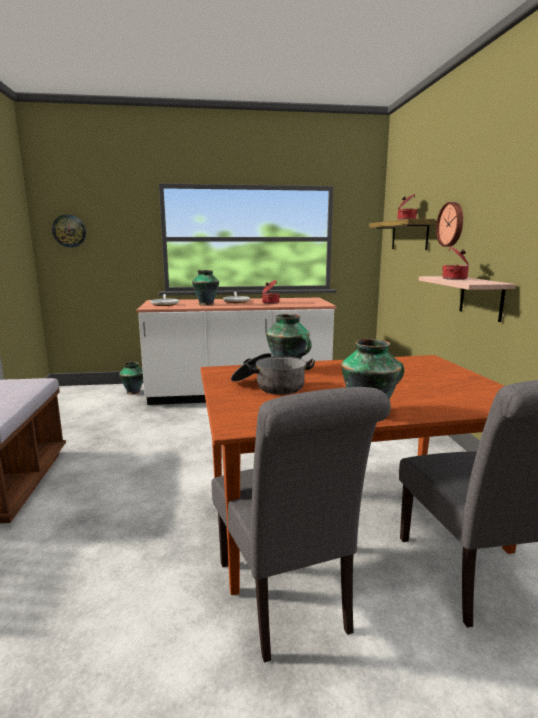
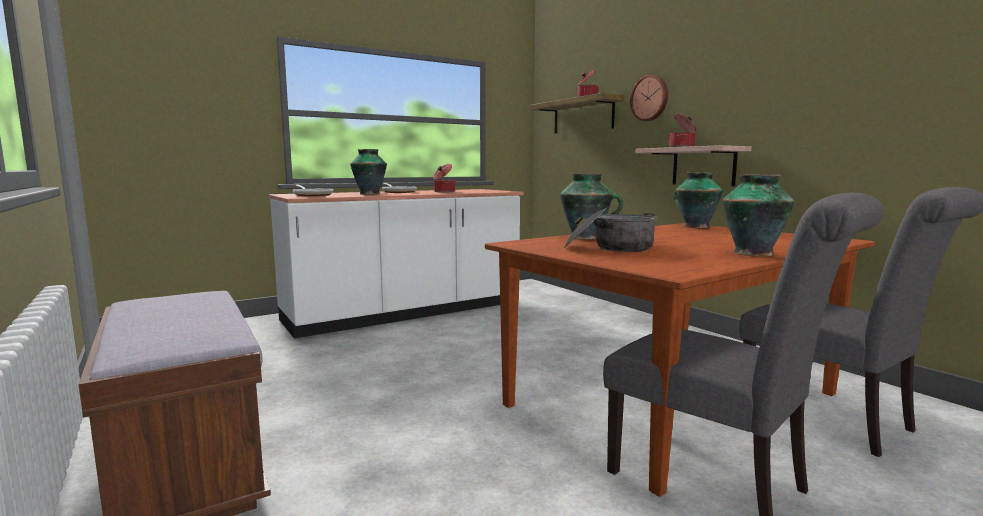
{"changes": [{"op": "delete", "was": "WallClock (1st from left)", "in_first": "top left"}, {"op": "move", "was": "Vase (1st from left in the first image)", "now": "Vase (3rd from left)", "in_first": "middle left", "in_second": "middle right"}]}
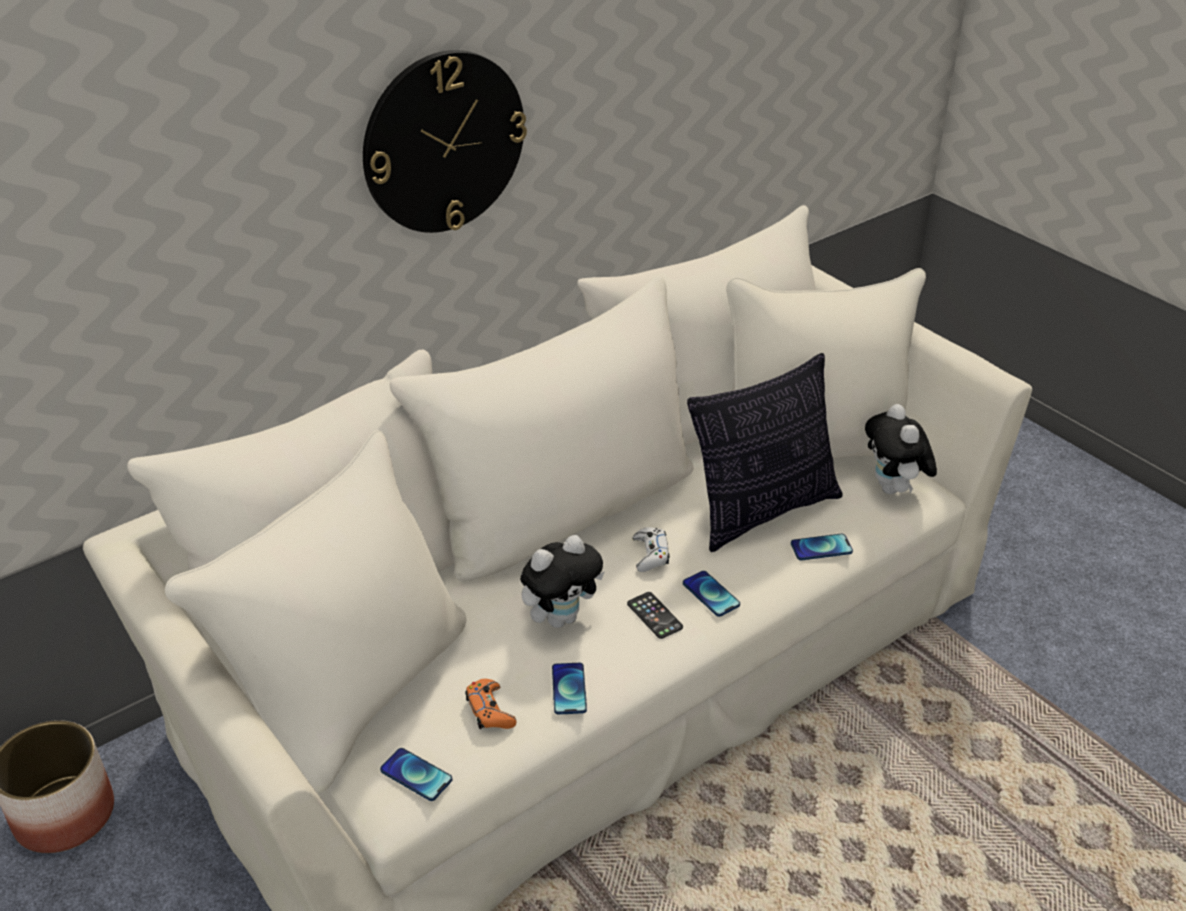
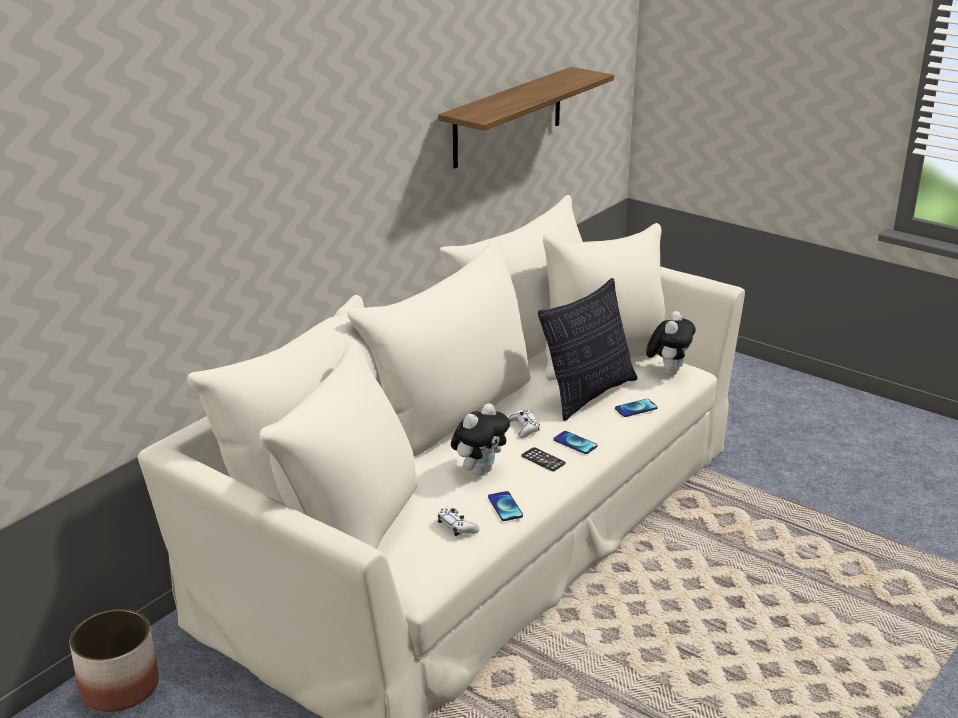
{"changes": [{"op": "delete", "was": "WallClock", "in_first": "top centre"}, {"op": "delete", "was": "Phone (1st from left)", "in_first": "bottom centre"}, {"op": "recolor", "was": "OrangeGameController", "now": "WhiteGameController (1st from left)", "in_first": "bottom centre", "in_second": "bottom centre"}, {"op": "rotate", "was": "PlushToy (2nd from left)", "in_first": "middle right", "in_second": "middle right", "clockwise": -135}, {"op": "insert", "now": "Shelf", "in_second": "top centre"}]}
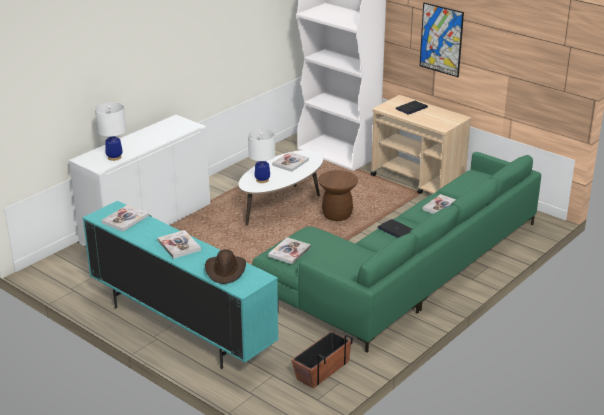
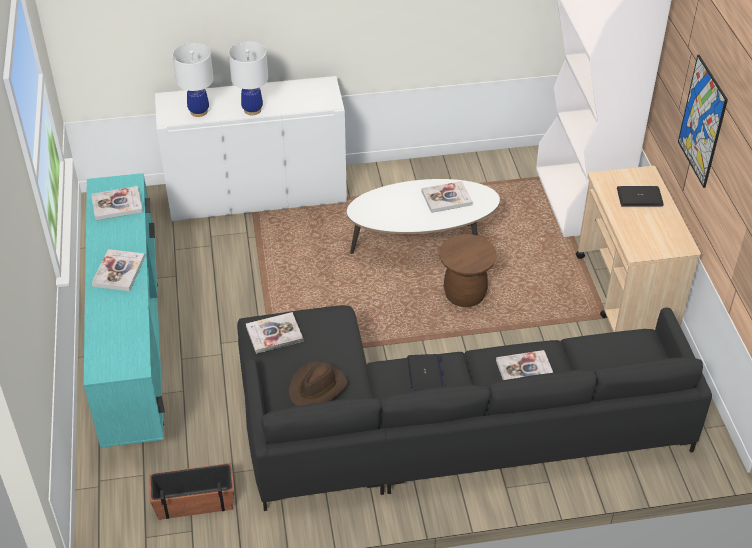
{"changes": [{"op": "move", "was": "BrownHat", "in_first": "centre", "in_second": "bottom centre"}, {"op": "move", "was": "WhiteTableLamp (2nd from left)", "in_first": "centre", "in_second": "top left"}, {"op": "recolor", "was": "GreenSofa", "now": "BlackSofa", "in_first": "centre", "in_second": "bottom centre"}]}
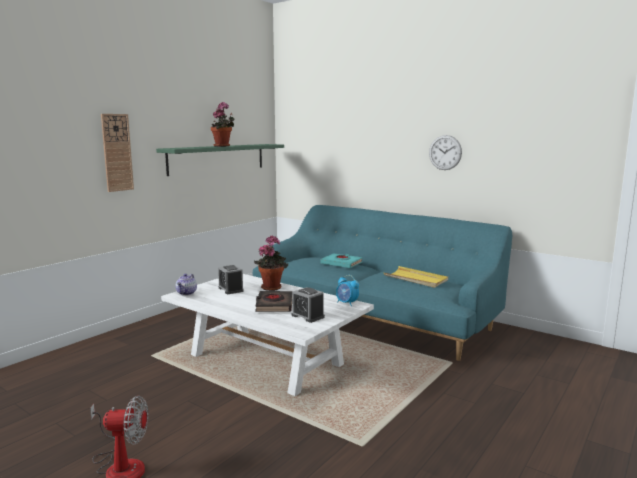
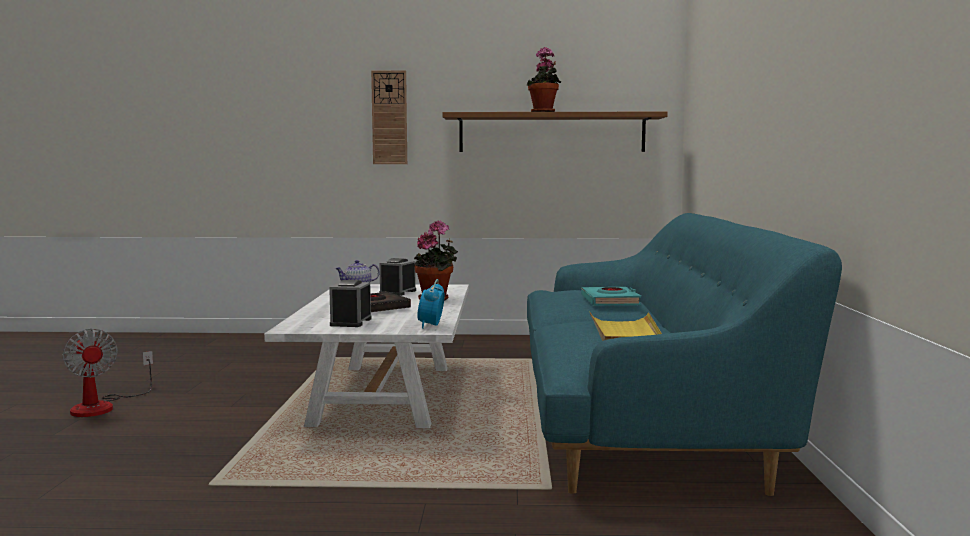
{"changes": [{"op": "recolor", "was": "GreenShelf", "now": "BrownShelf", "in_first": "centre", "in_second": "top centre"}, {"op": "delete", "was": "WallClock (2nd from left)", "in_first": "top right"}]}
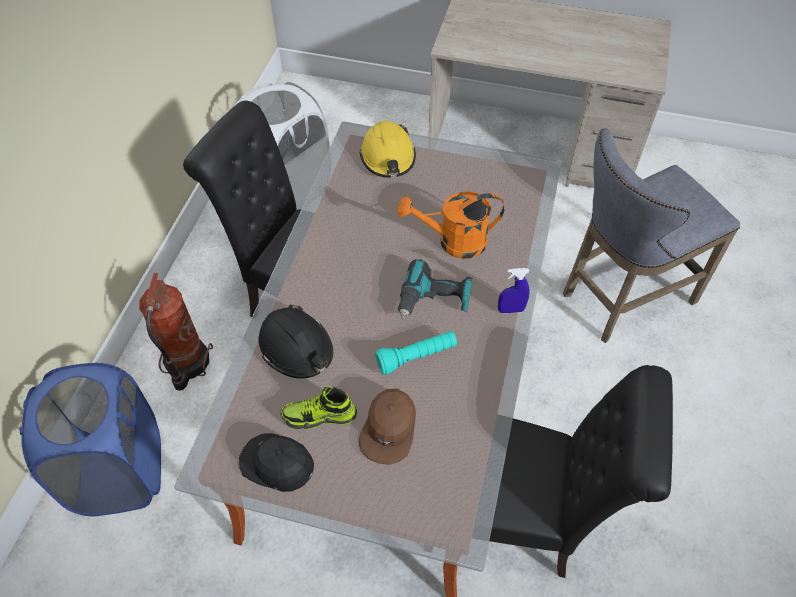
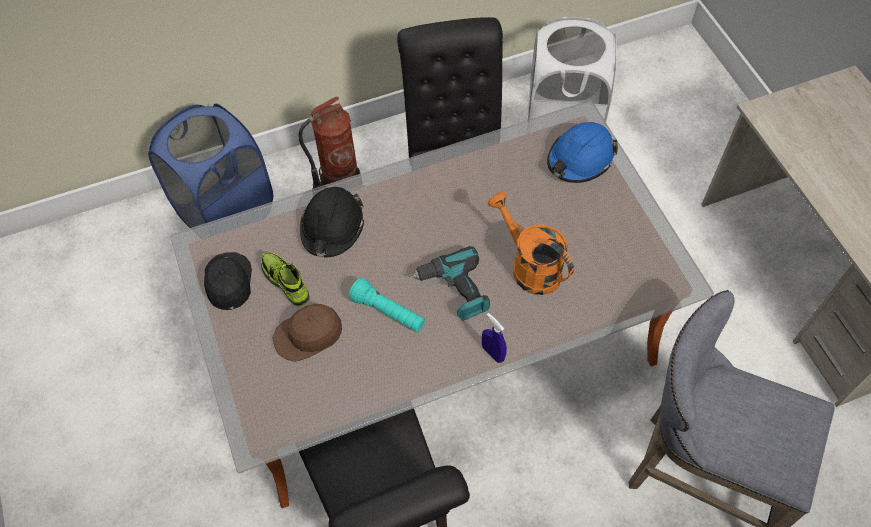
{"changes": [{"op": "recolor", "was": "YellowHardHat", "now": "BlueHardHat", "in_first": "top centre", "in_second": "top right"}]}
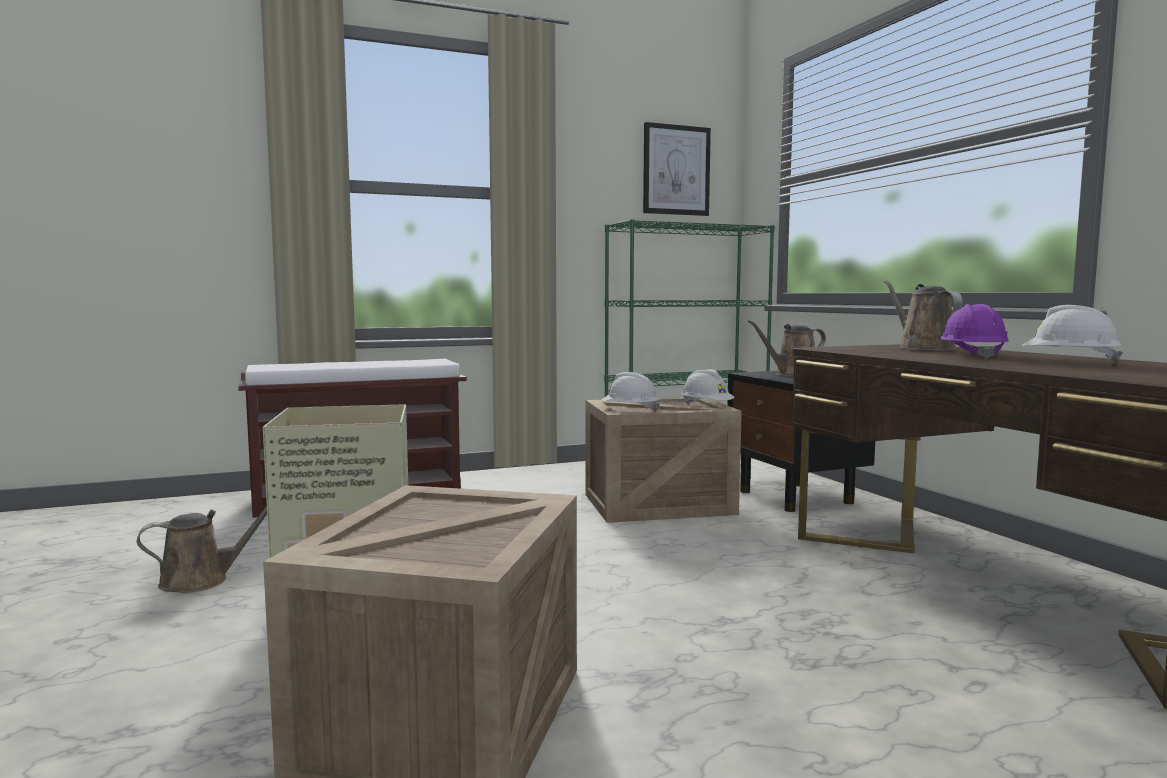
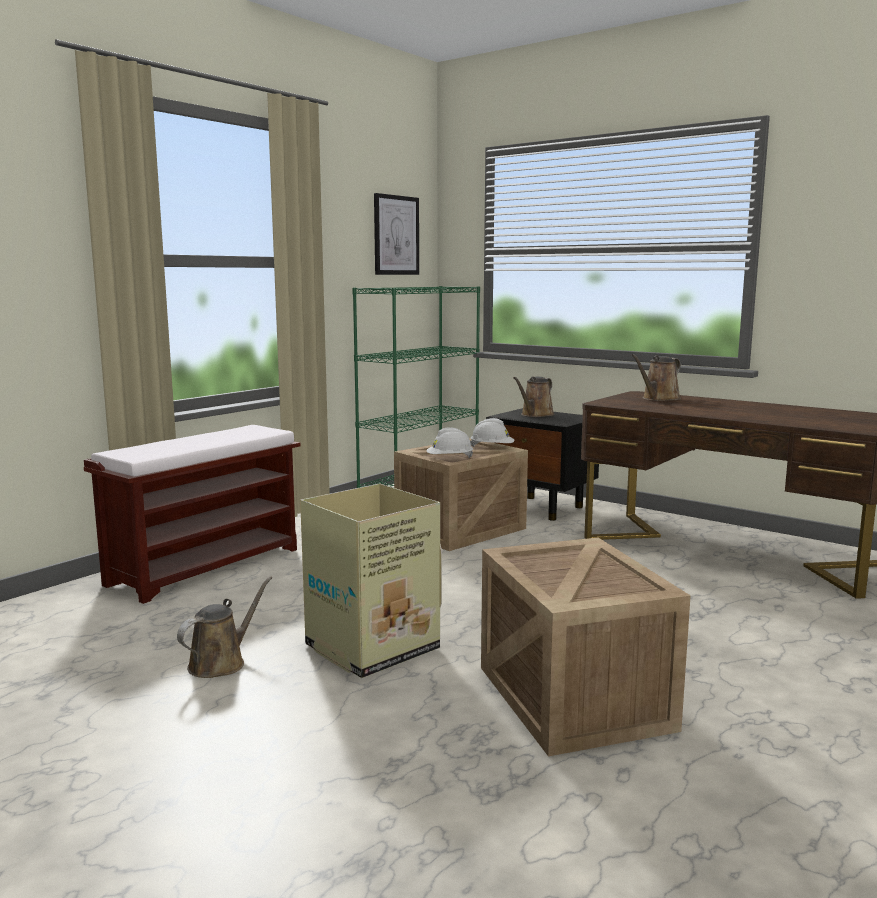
{"changes": [{"op": "rotate", "was": "BrownWateringCan (3rd from left)", "in_first": "middle right", "in_second": "middle right", "clockwise": -90}, {"op": "delete", "was": "PurpleHardHat", "in_first": "middle right"}, {"op": "delete", "was": "WhiteHardHat (3rd from left)", "in_first": "middle right"}]}
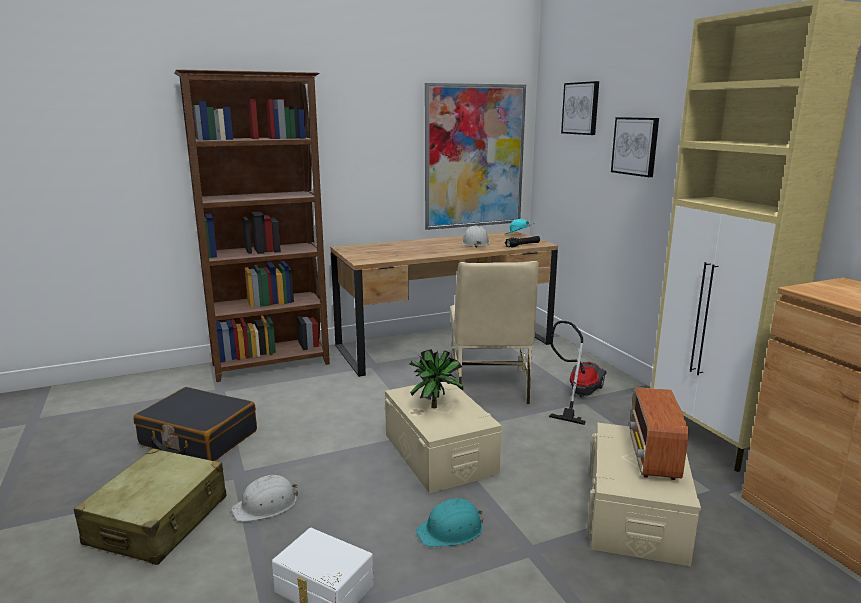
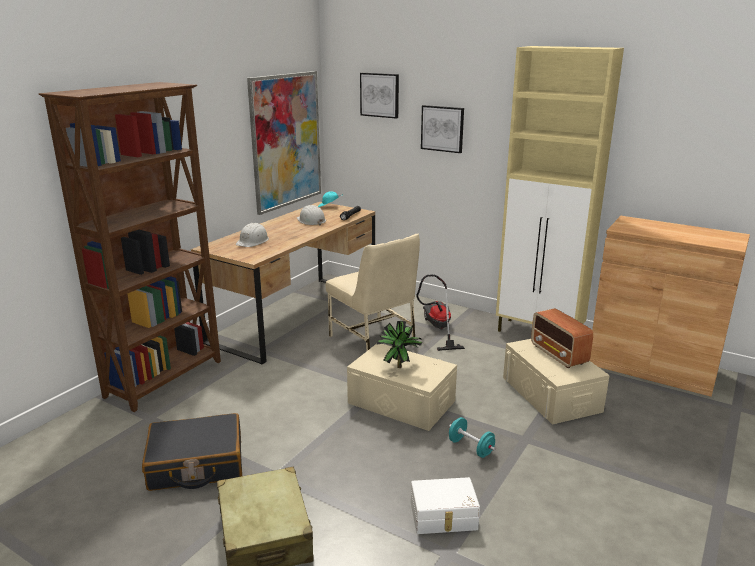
{"changes": [{"op": "move", "was": "WhiteHardHat (1st from left)", "in_first": "bottom left", "in_second": "centre"}, {"op": "replace", "was": "TurquoiseHardHat", "now": "TurquoiseDumbbell", "in_first": "bottom centre", "in_second": "bottom centre"}]}
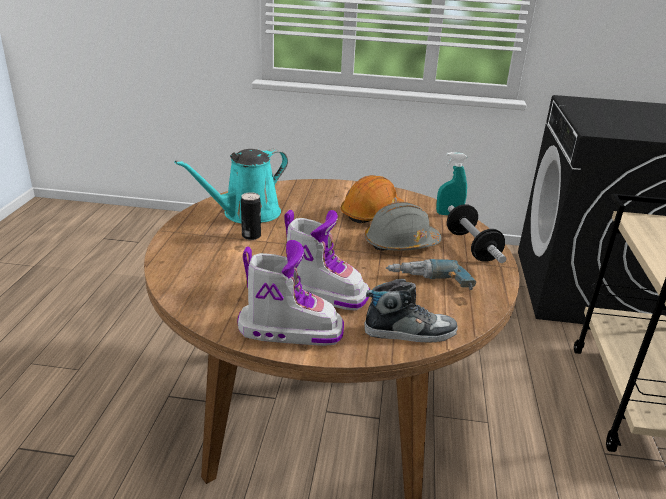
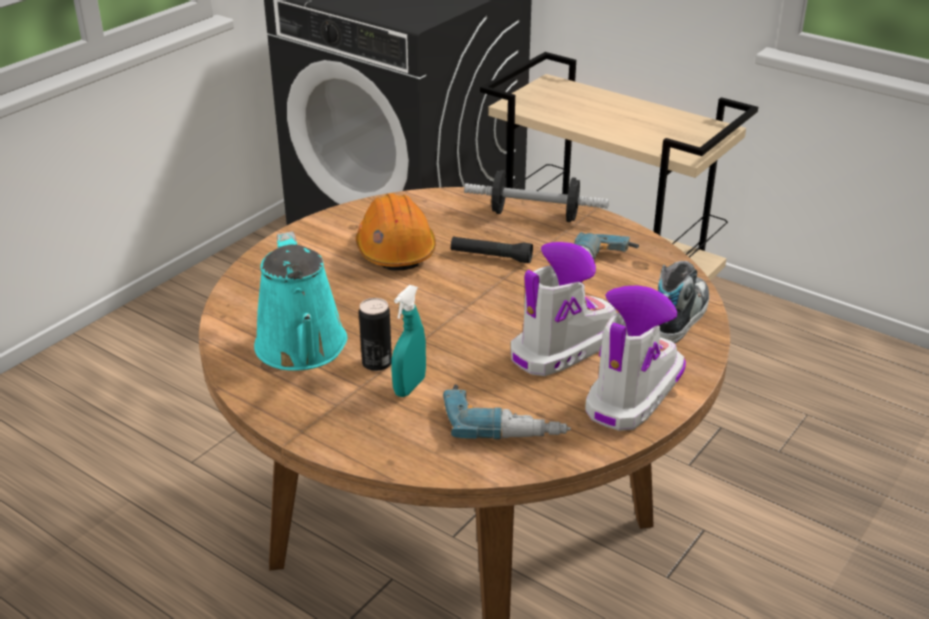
{"changes": [{"op": "replace", "was": "GreyHardHat", "now": "BlackFlashlight", "in_first": "centre", "in_second": "centre"}, {"op": "move", "was": "TurquoiseSprayBottle", "in_first": "middle right", "in_second": "centre"}, {"op": "insert", "now": "PowerDrill (1st from left)", "in_second": "centre"}]}
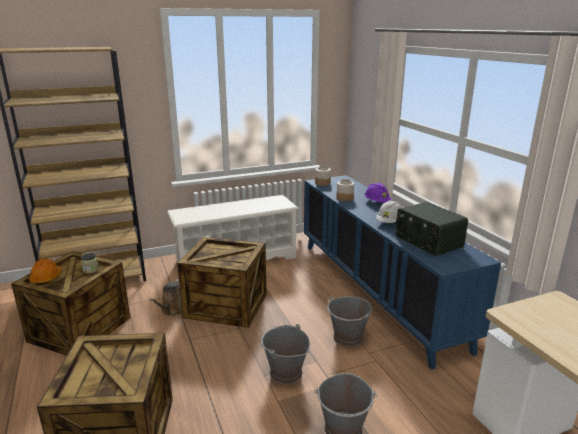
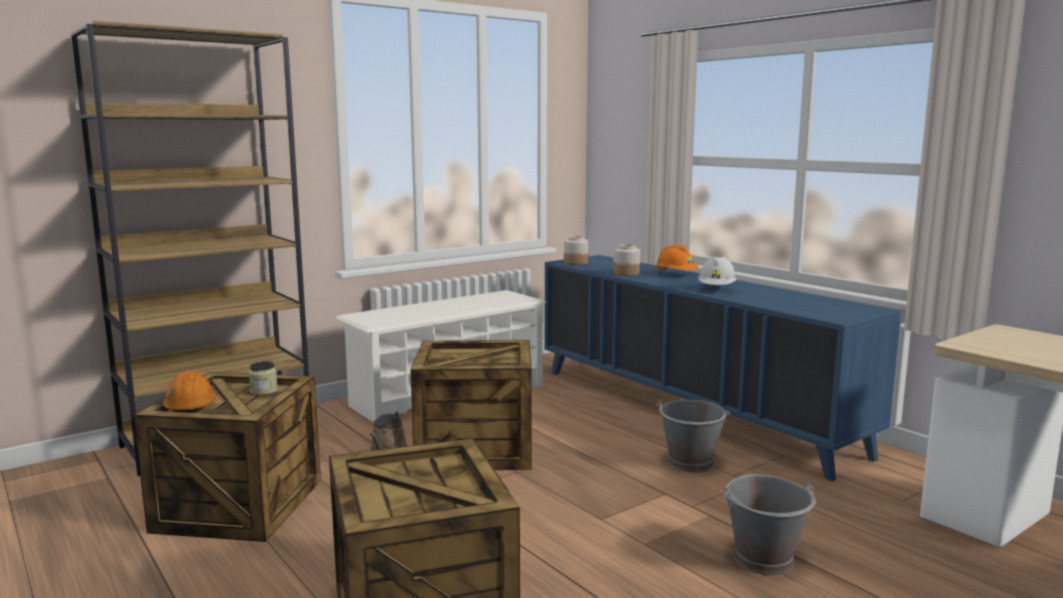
{"changes": [{"op": "delete", "was": "GreyBucket (1st from left)", "in_first": "bottom centre"}, {"op": "recolor", "was": "PurpleHardHat", "now": "OrangeHardHat (2nd from left)", "in_first": "centre", "in_second": "centre"}, {"op": "delete", "was": "Radio", "in_first": "middle right"}]}
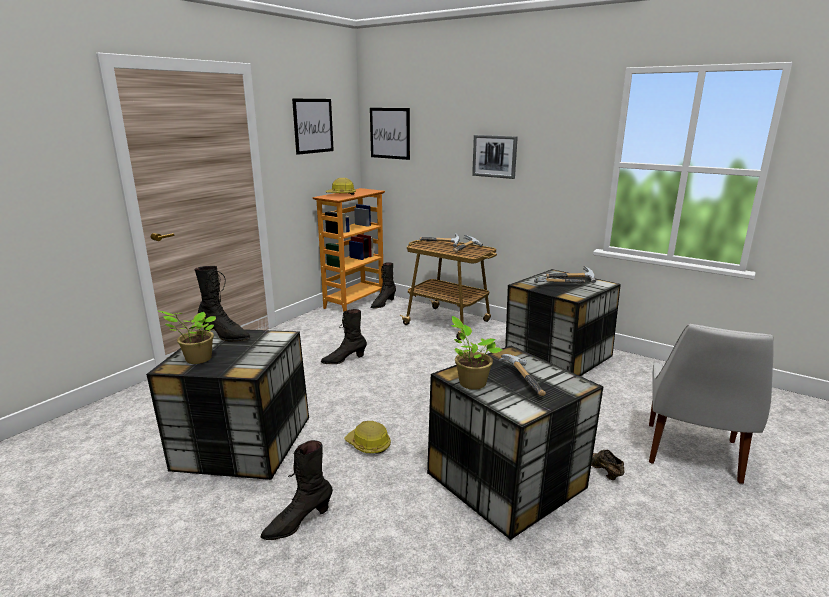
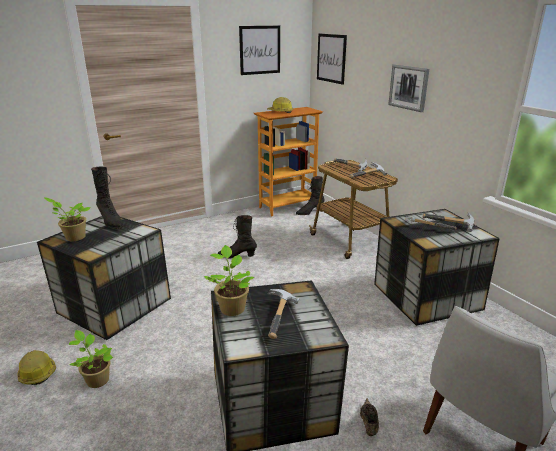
{"changes": [{"op": "replace", "was": "BlackBoot (2nd from left)", "now": "PottedPlant (2nd from left)", "in_first": "bottom centre", "in_second": "bottom left"}, {"op": "move", "was": "HardHat (2nd from left in the first image)", "now": "HardHat (1st from left)", "in_first": "bottom centre", "in_second": "bottom left"}]}
